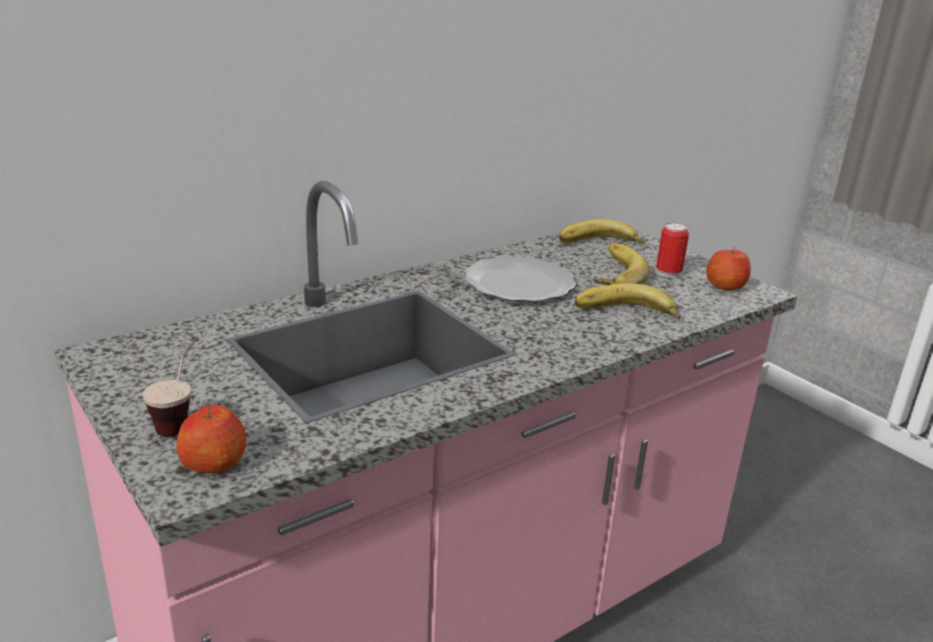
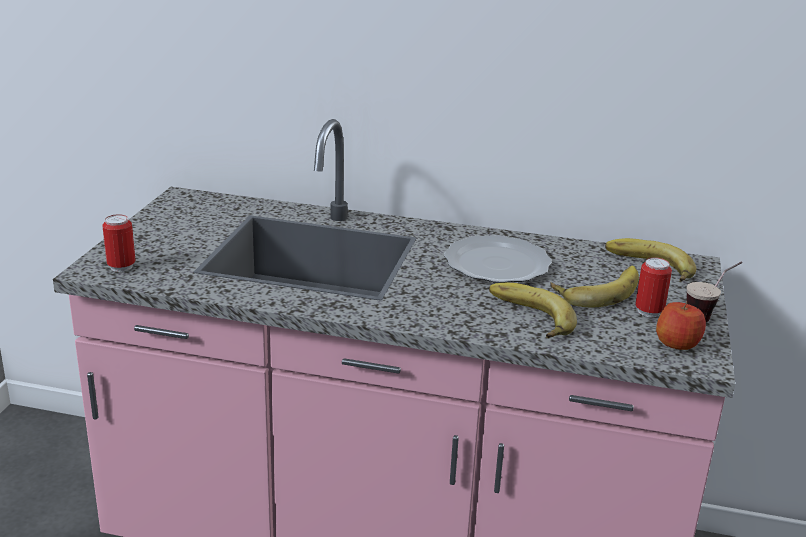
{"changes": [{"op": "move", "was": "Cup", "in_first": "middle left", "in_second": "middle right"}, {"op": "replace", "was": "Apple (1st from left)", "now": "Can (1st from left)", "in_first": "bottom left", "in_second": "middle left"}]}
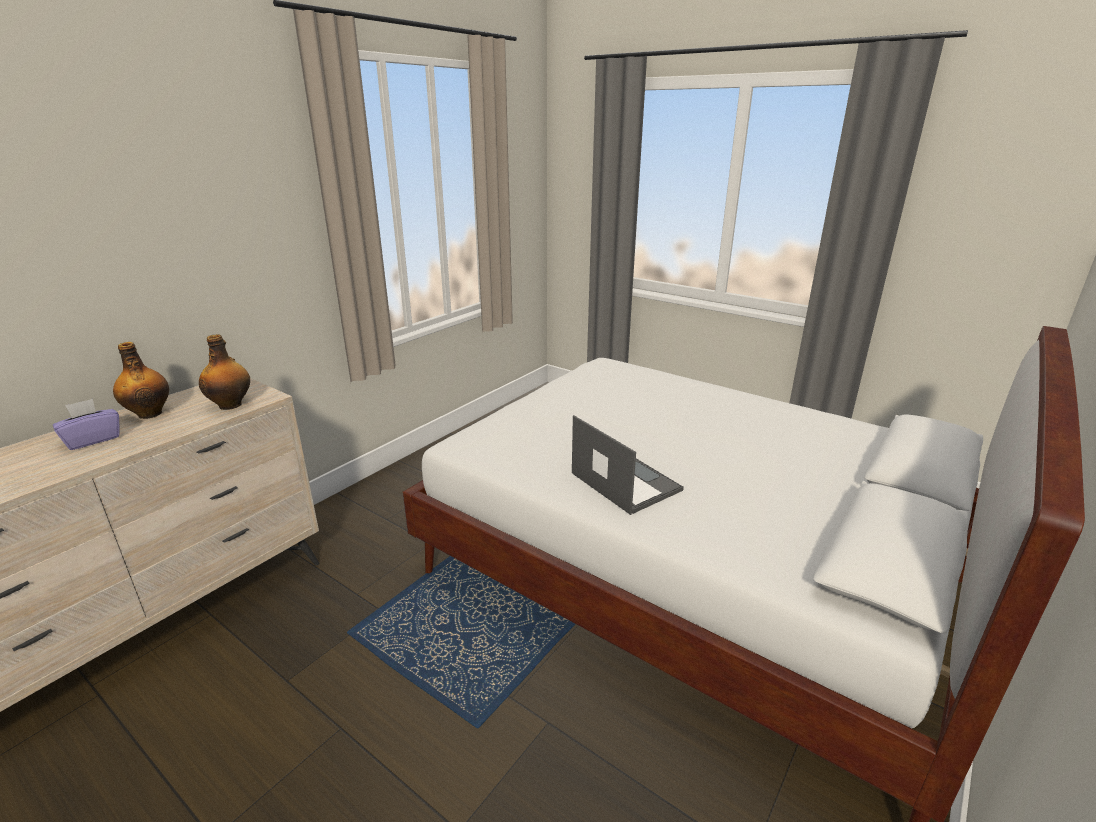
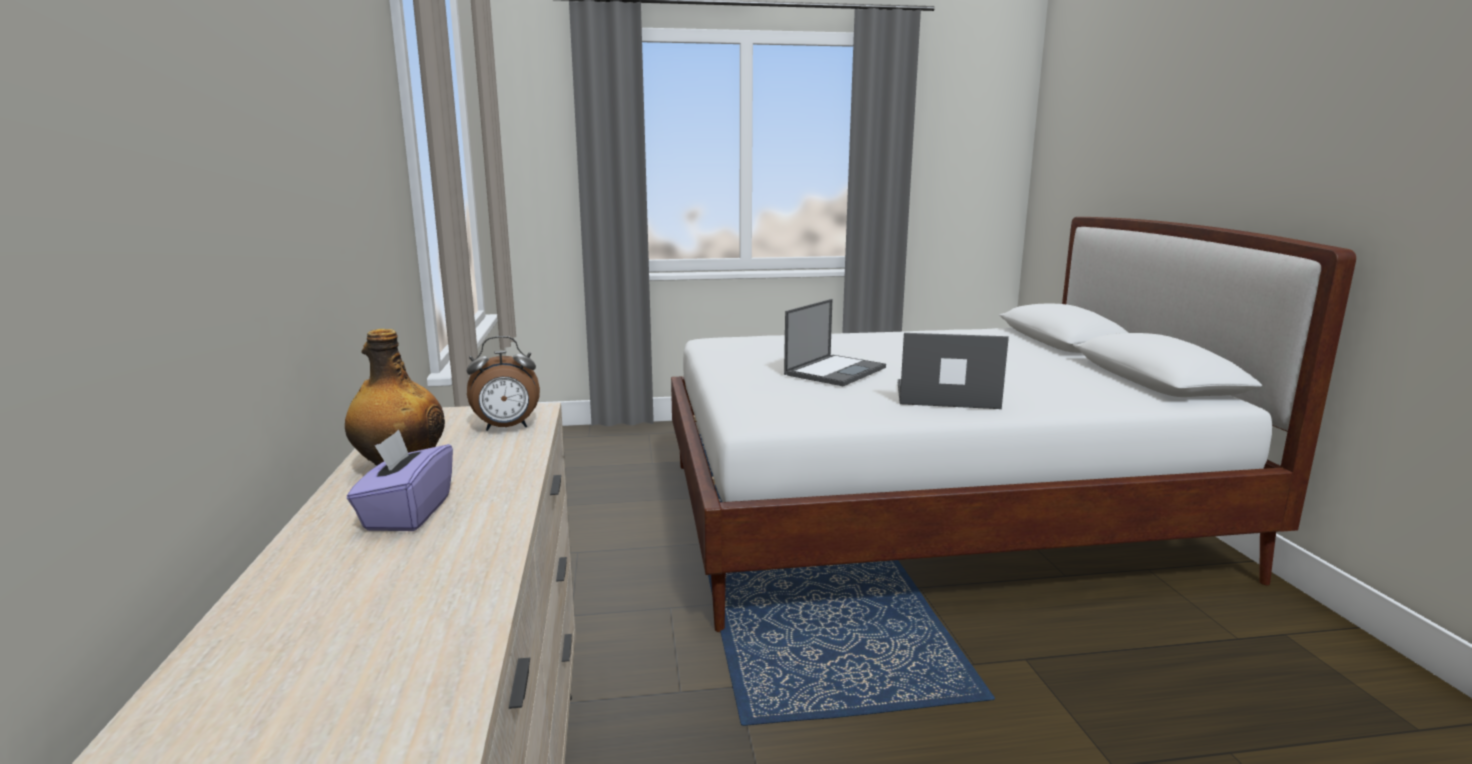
{"changes": [{"op": "replace", "was": "Bottle (2nd from left)", "now": "AlarmClock", "in_first": "middle left", "in_second": "centre"}, {"op": "insert", "now": "Laptop (1st from left)", "in_second": "centre"}]}
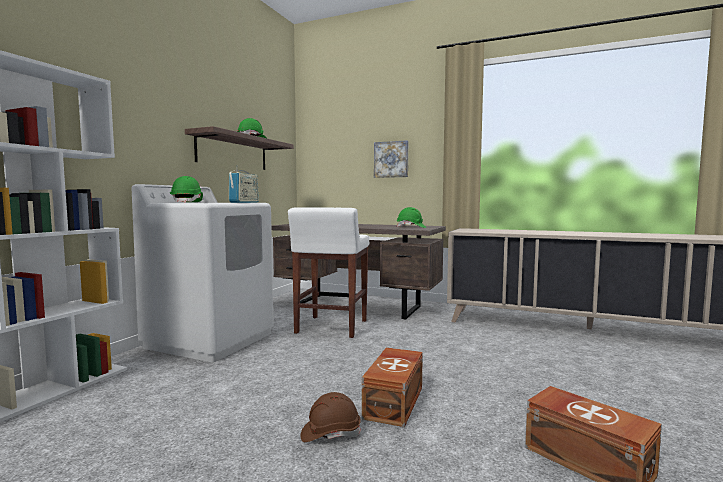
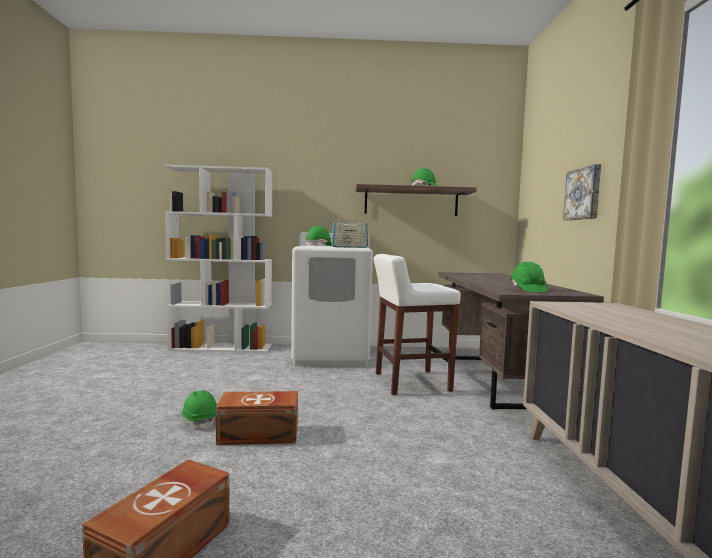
{"changes": [{"op": "recolor", "was": "BrownHardHat", "now": "GreenHardHat (1st from left)", "in_first": "bottom centre", "in_second": "bottom left"}]}
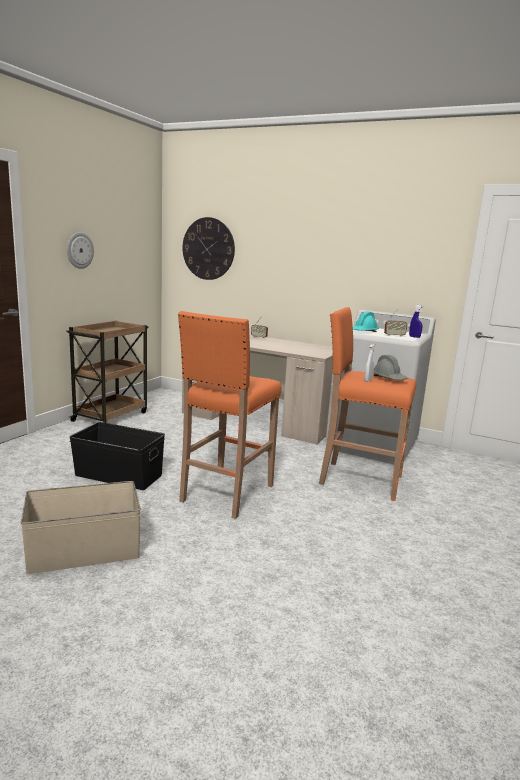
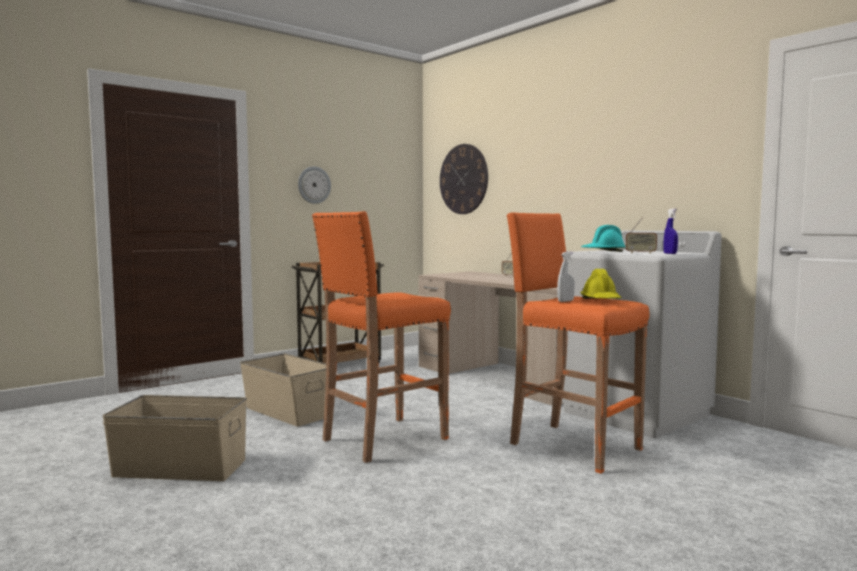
{"changes": [{"op": "recolor", "was": "BlackStorageBox", "now": "BeigeStorageBox (2nd from left)", "in_first": "middle left", "in_second": "bottom left"}, {"op": "recolor", "was": "GreyHardHat", "now": "YellowHardHat", "in_first": "middle right", "in_second": "middle right"}]}
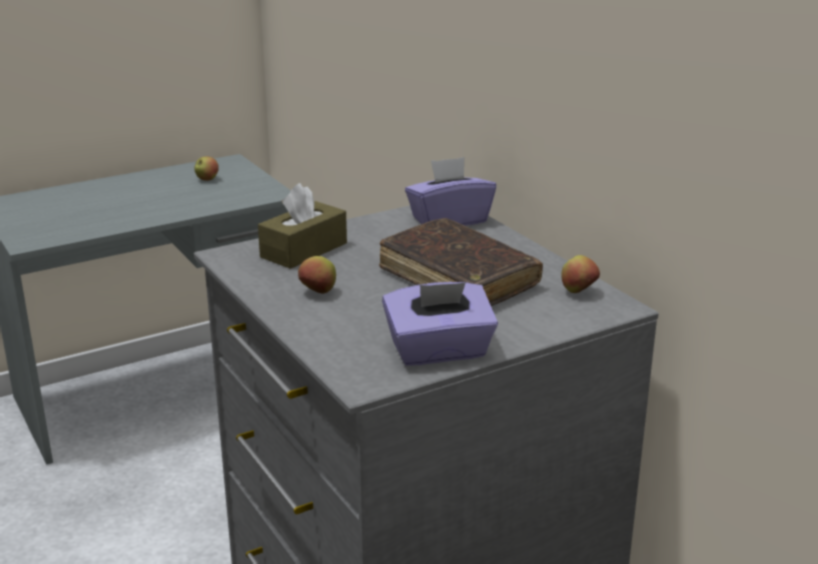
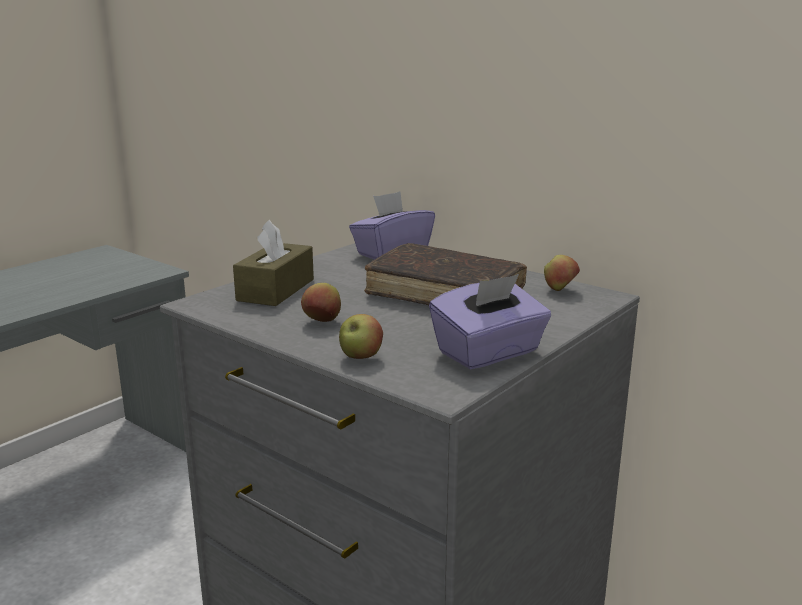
{"changes": [{"op": "move", "was": "Apple (1st from left in the first image)", "now": "Apple (2nd from left)", "in_first": "top left", "in_second": "centre"}]}
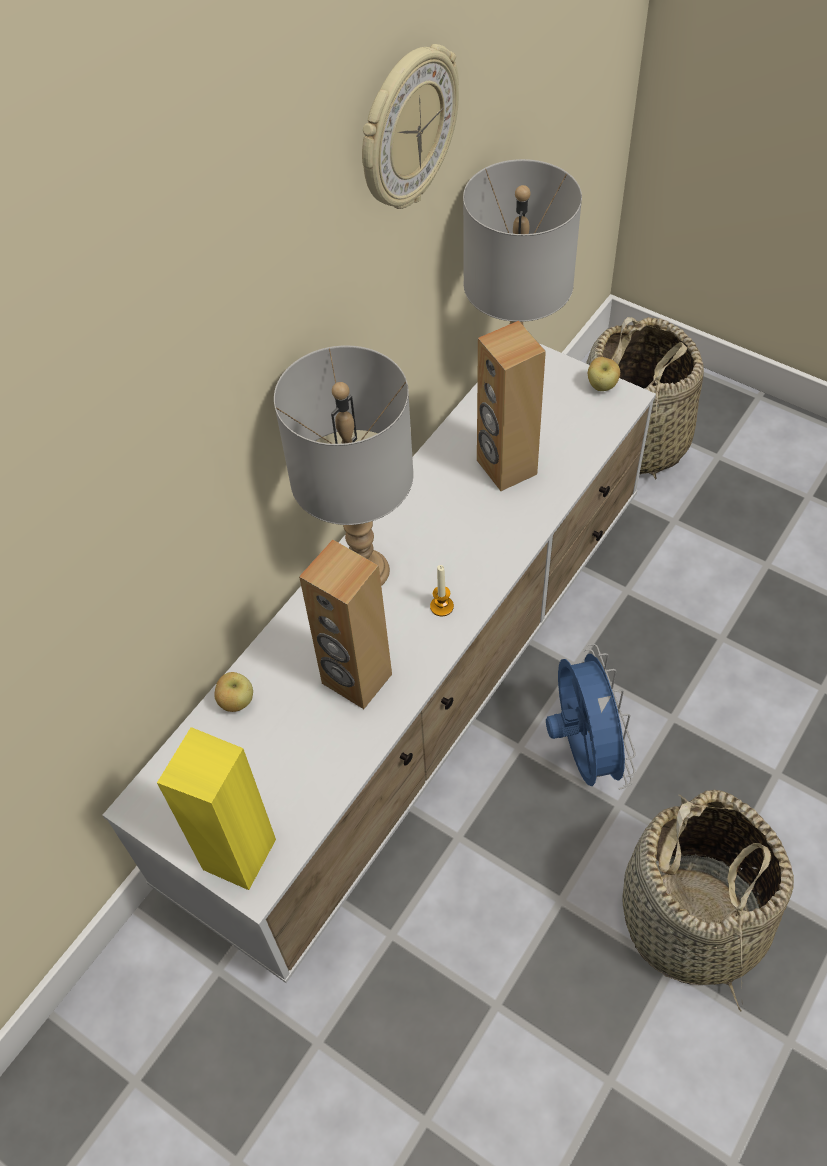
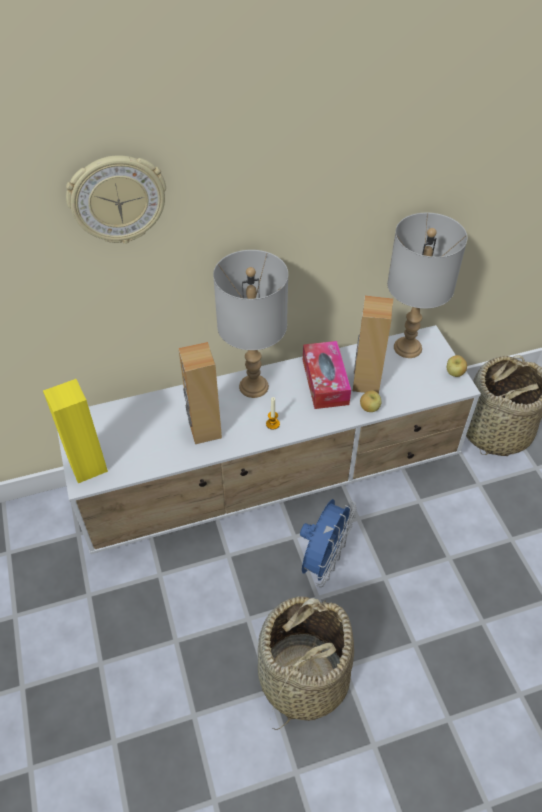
{"changes": [{"op": "move", "was": "Apple (1st from left)", "in_first": "middle left", "in_second": "middle right"}, {"op": "move", "was": "WallClock", "in_first": "top centre", "in_second": "top left"}, {"op": "insert", "now": "TissueBox", "in_second": "centre"}]}
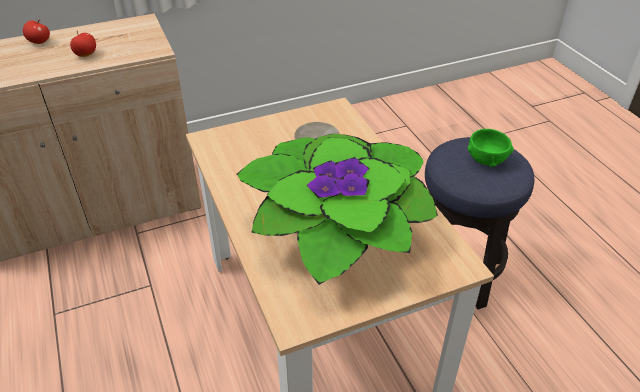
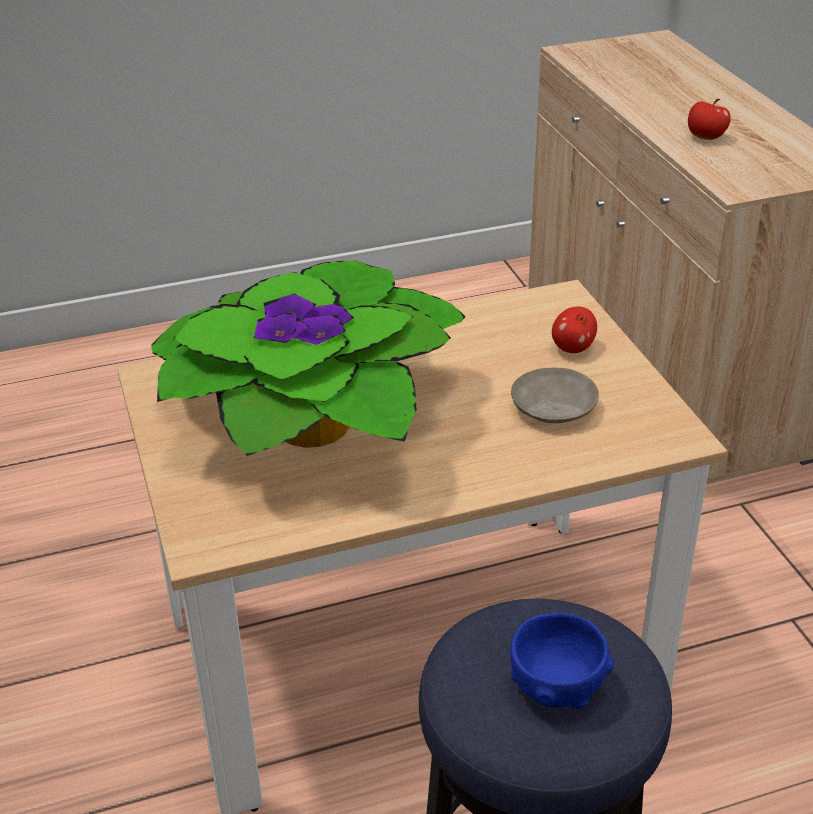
{"changes": [{"op": "move", "was": "Apple (1st from left)", "in_first": "top left", "in_second": "middle right"}, {"op": "recolor", "was": "GreenBowl", "now": "BlueBowl", "in_first": "middle right", "in_second": "bottom right"}]}
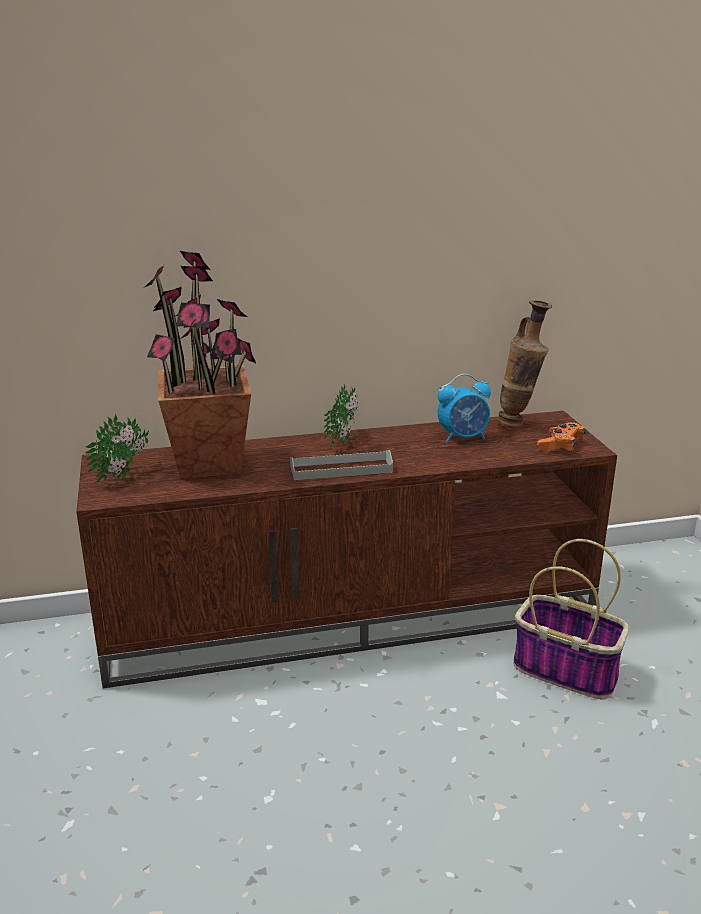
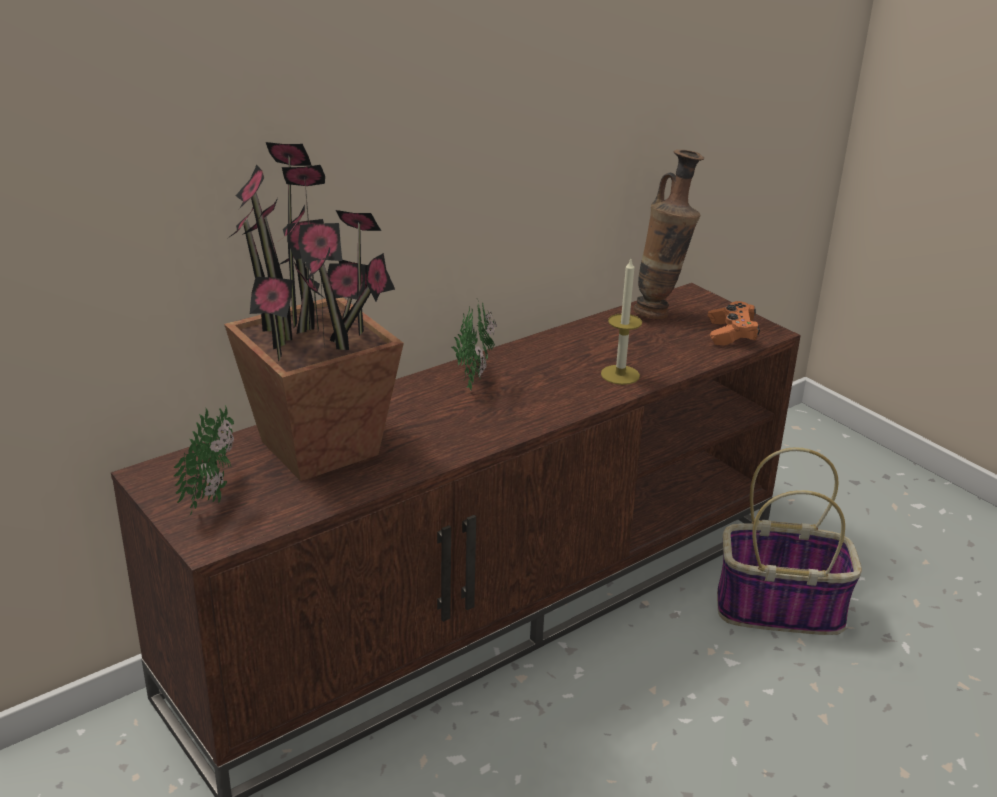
{"changes": [{"op": "delete", "was": "GreyTray", "in_first": "centre"}, {"op": "delete", "was": "AlarmClock", "in_first": "centre"}, {"op": "insert", "now": "Candle", "in_second": "centre"}]}
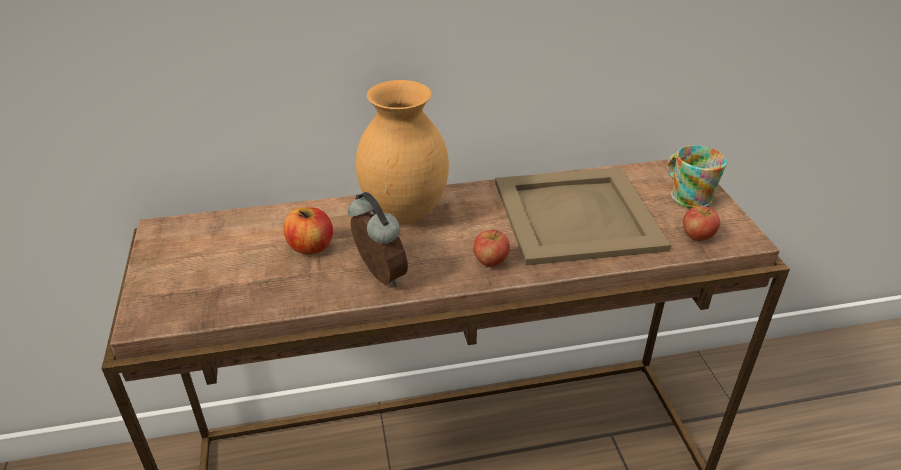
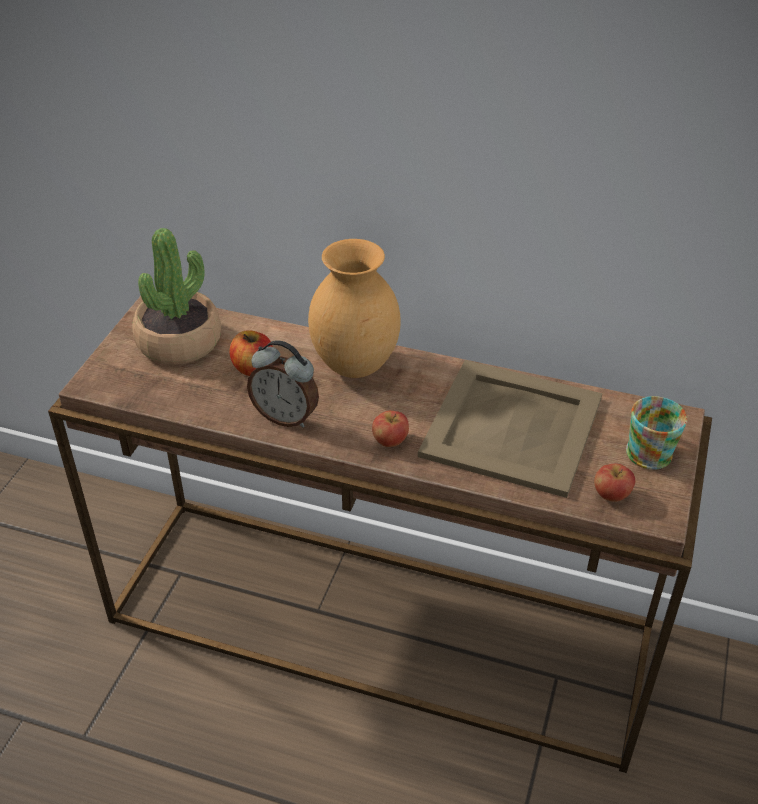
{"changes": [{"op": "rotate", "was": "AlarmClock", "in_first": "centre", "in_second": "centre", "clockwise": 120}, {"op": "insert", "now": "PottedPlant", "in_second": "middle left"}]}
